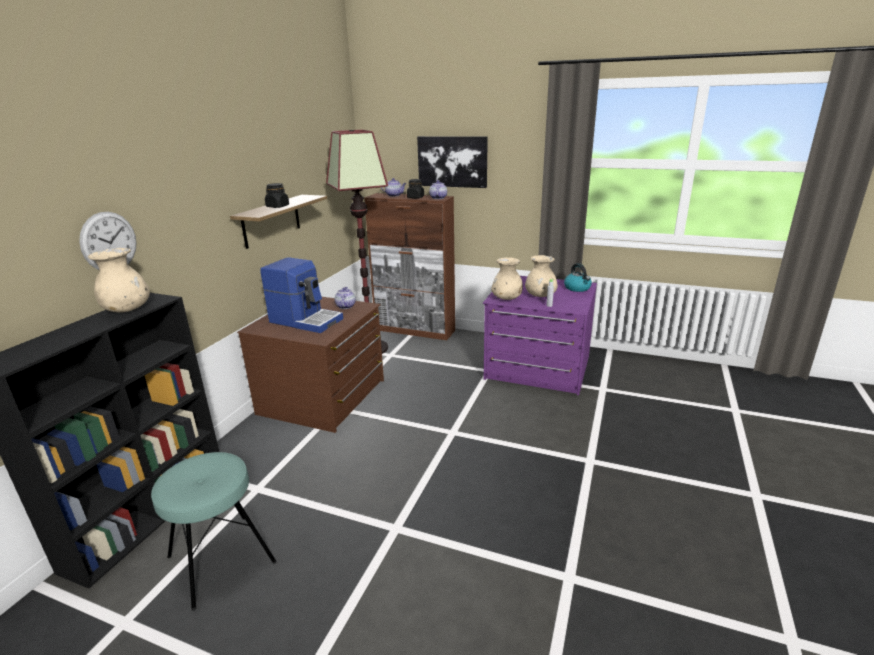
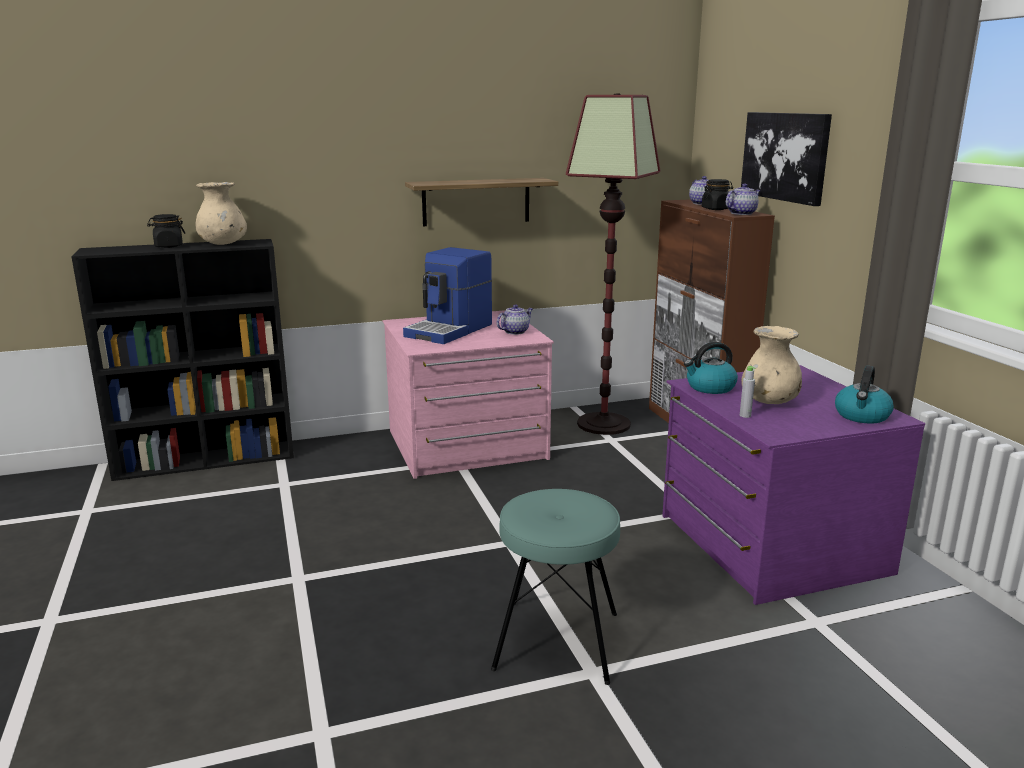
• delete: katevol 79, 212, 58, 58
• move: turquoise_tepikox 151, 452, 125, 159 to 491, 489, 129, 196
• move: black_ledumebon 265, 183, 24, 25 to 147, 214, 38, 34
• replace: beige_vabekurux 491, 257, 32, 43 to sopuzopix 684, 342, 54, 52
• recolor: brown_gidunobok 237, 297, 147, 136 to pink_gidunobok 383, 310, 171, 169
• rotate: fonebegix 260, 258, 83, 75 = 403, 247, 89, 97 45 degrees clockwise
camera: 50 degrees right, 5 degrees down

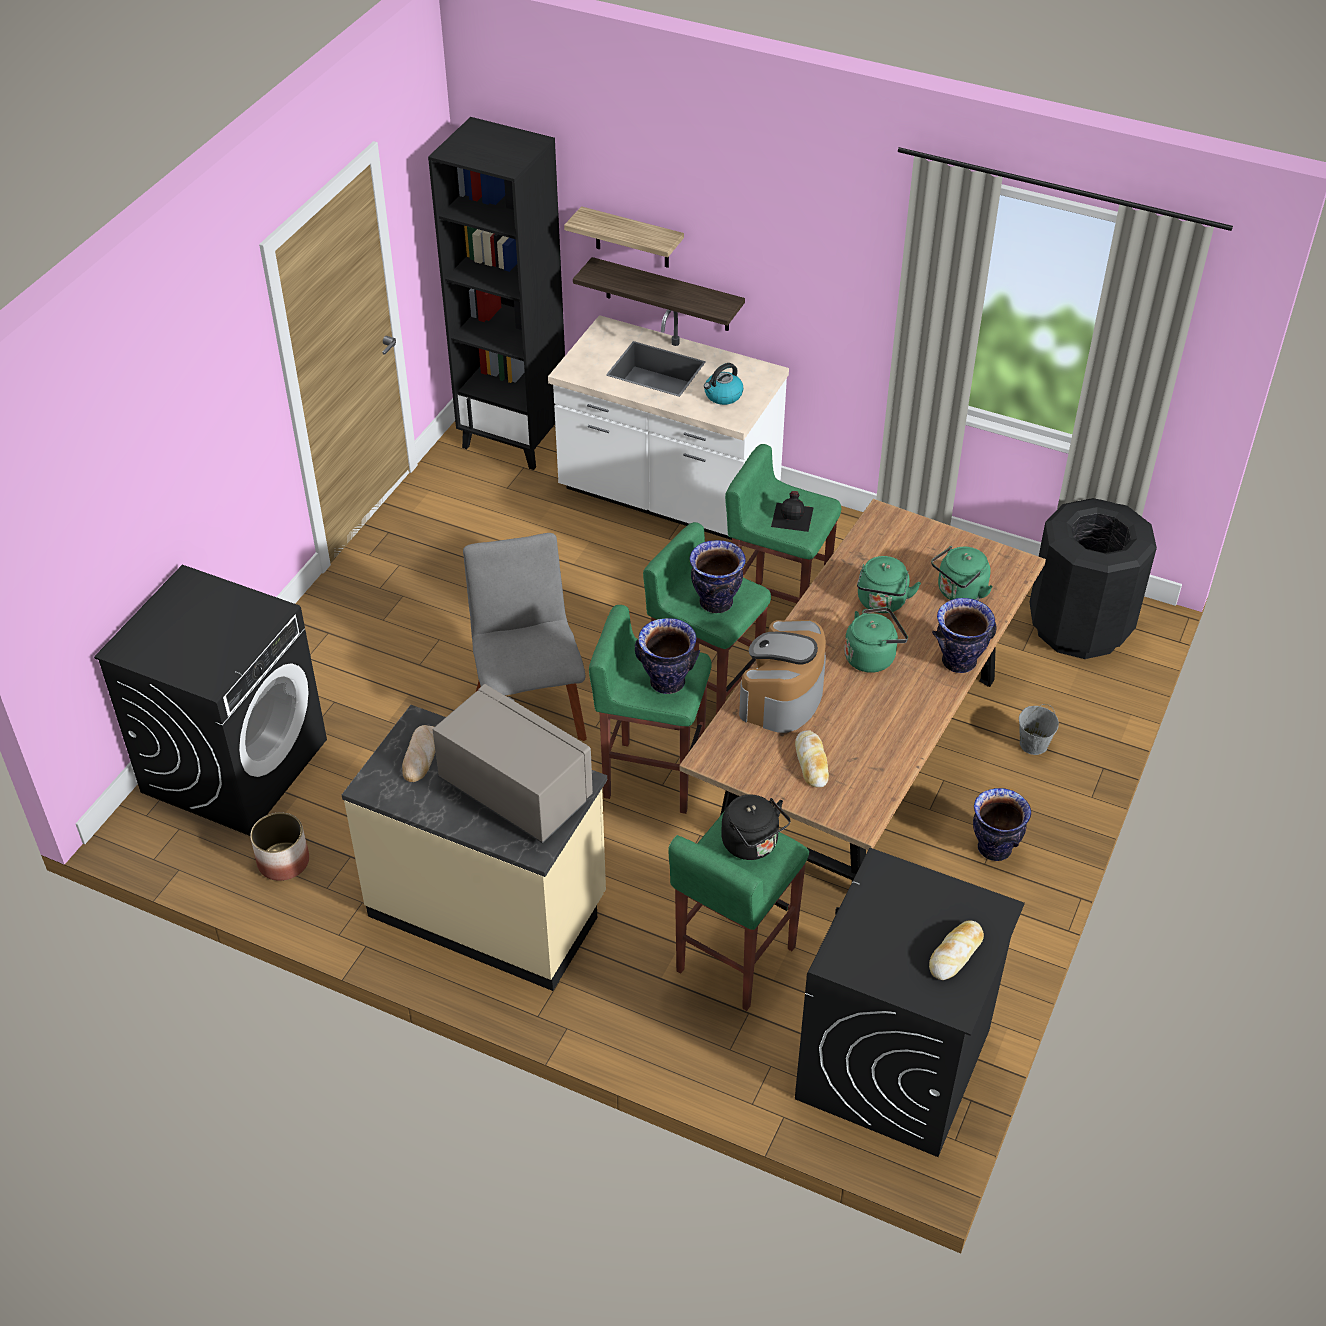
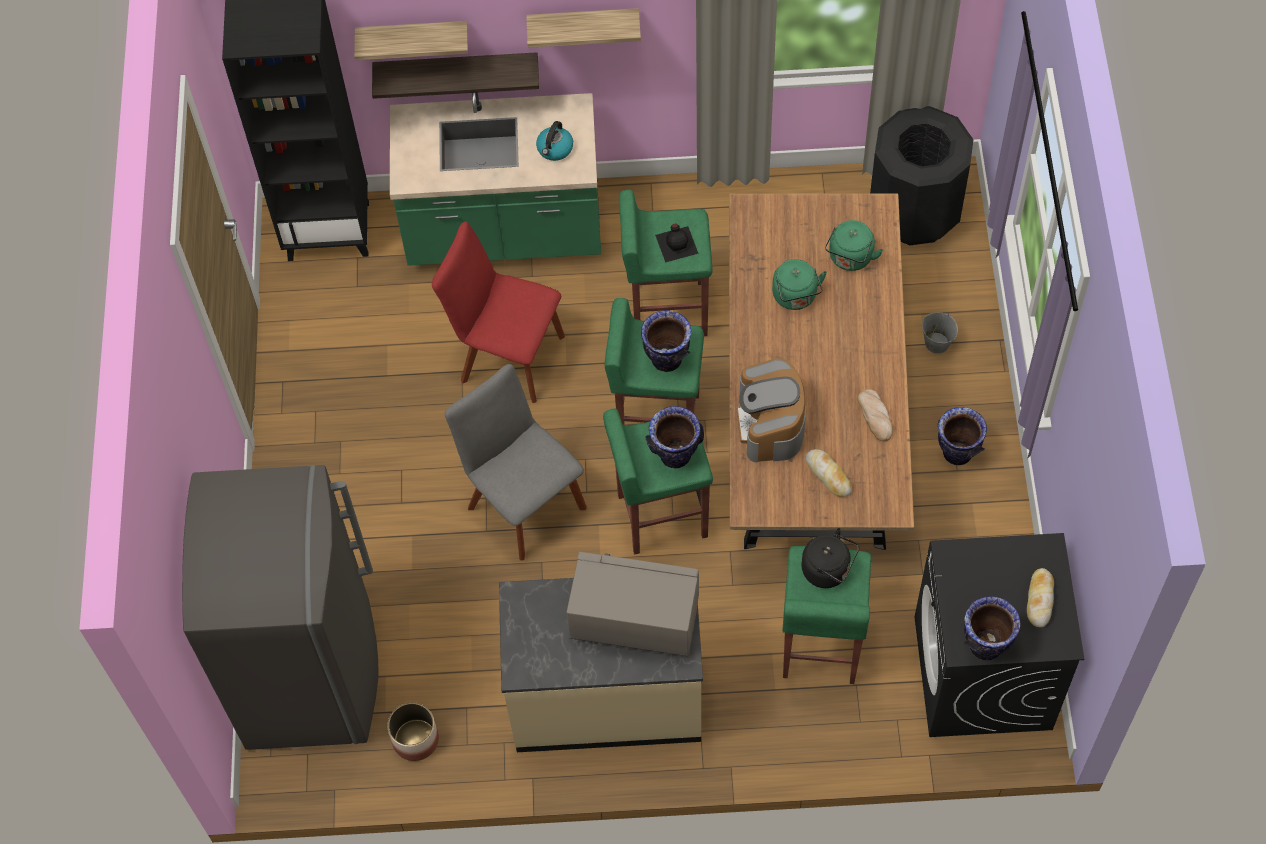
• delete: green_sopuzopix 844, 607, 64, 66
• insert: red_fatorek 432, 222, 133, 181
• insert: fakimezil 526, 8, 115, 40
• move: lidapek 402, 725, 33, 57 to 858, 389, 35, 53
• move: vabekurux 932, 598, 65, 75 to 964, 596, 56, 64
• replace: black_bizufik 94, 565, 233, 271 to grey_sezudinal 182, 465, 196, 285
• recolor: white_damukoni 548, 309, 241, 231 to green_damukoni 390, 93, 211, 173
camera: 25 degrees left, 15 degrees up

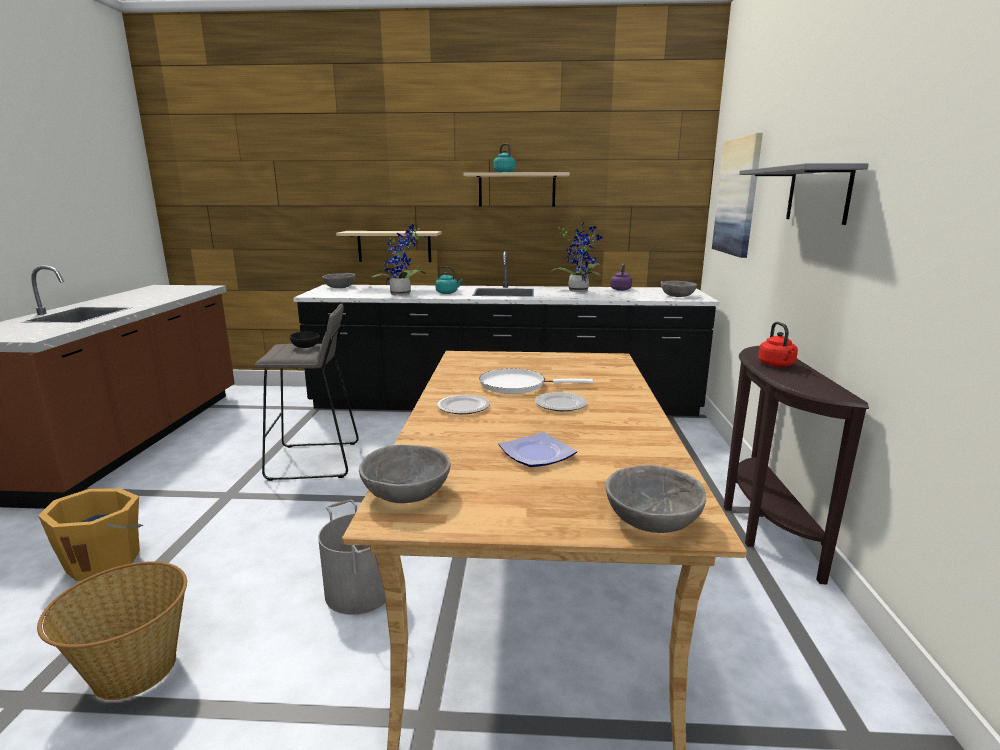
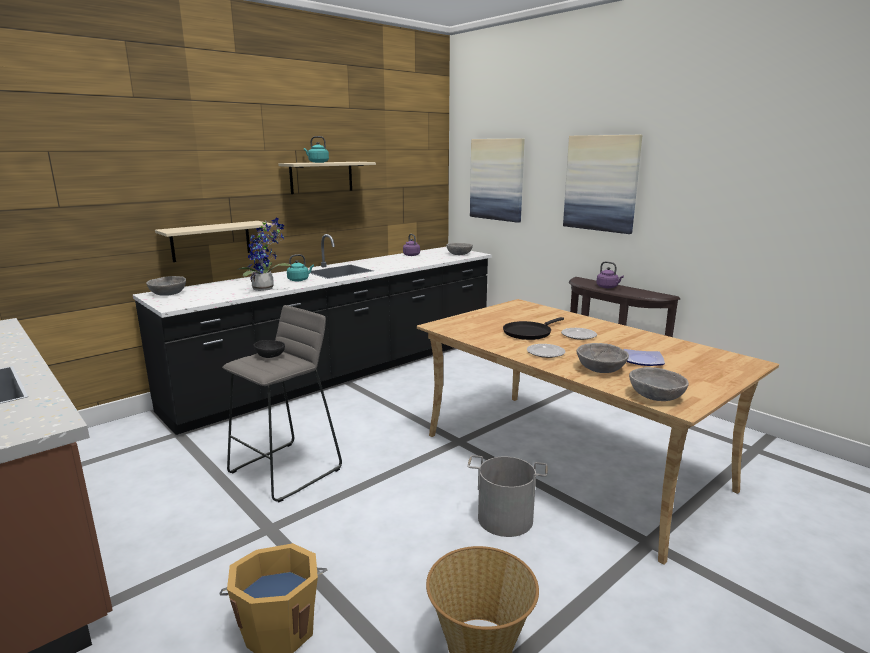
• delete: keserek 550, 222, 52, 70
• move: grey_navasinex 605, 465, 101, 68 to 577, 343, 52, 30
• replace: grey_fakimezil 739, 163, 130, 62 to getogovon 563, 135, 79, 99
• recolor: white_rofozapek 479, 368, 115, 26 to black_rofozapek 503, 317, 61, 23
• recolor: red_sopuzopix 758, 322, 40, 45 to purple_sopuzopix 596, 261, 28, 27
camera: 45 degrees left, 0 degrees up

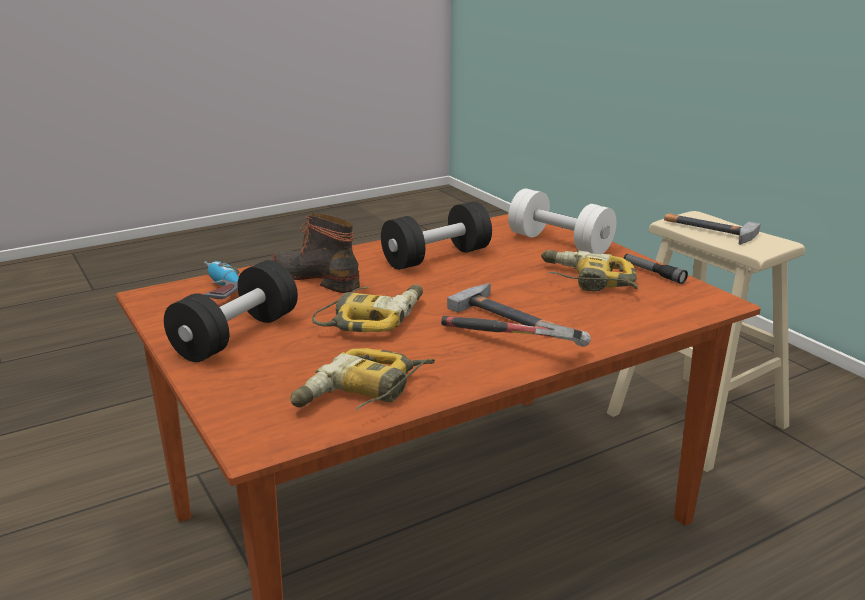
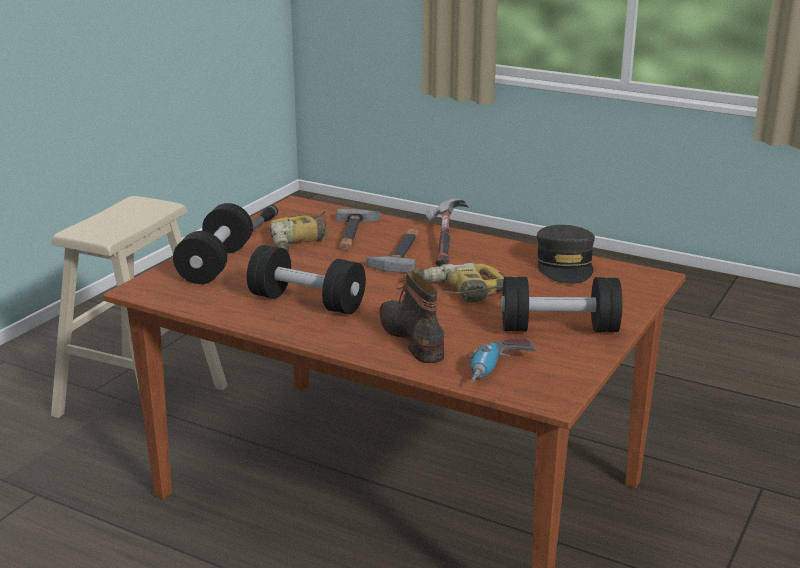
• move: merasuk 664, 213, 96, 32 to 336, 209, 45, 40
• replace: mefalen 290, 348, 145, 62 to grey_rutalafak 536, 225, 59, 59
• recolor: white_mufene 508, 189, 108, 65 to black_mufene 173, 203, 80, 81
• rotate: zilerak 272, 213, 88, 80 = 380, 271, 64, 92 150 degrees clockwise
camera: 120 degrees left, 0 degrees up

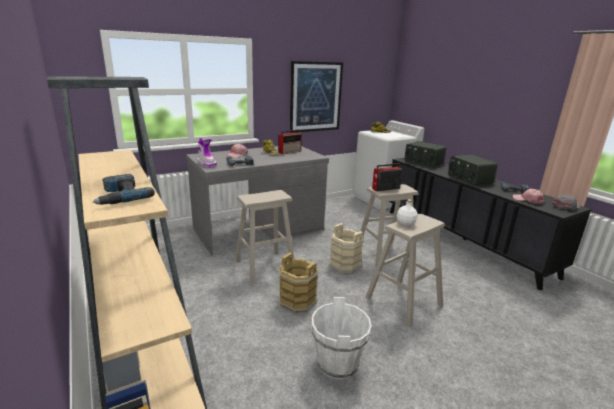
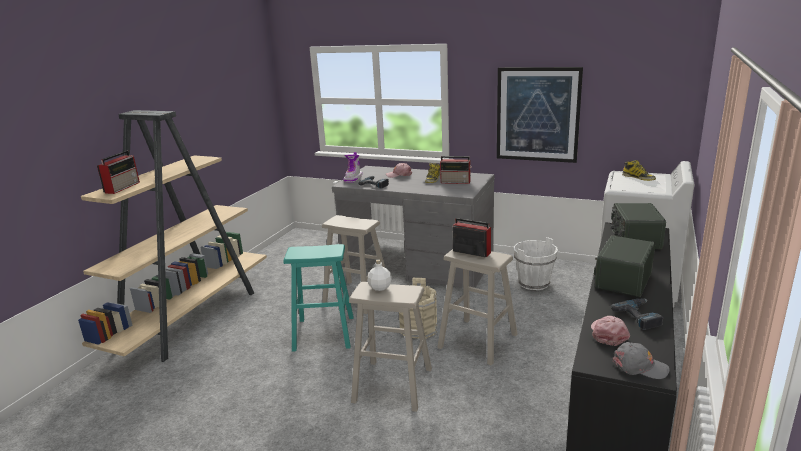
• move: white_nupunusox 312, 297, 59, 82 to 514, 237, 44, 53
• replace: mefalen 92, 174, 63, 31 to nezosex 97, 150, 43, 44
• replace: brown_nupunusox 279, 253, 40, 60 to turquoise_tepikox 284, 244, 70, 108
camera: 55 degrees right, 0 degrees up

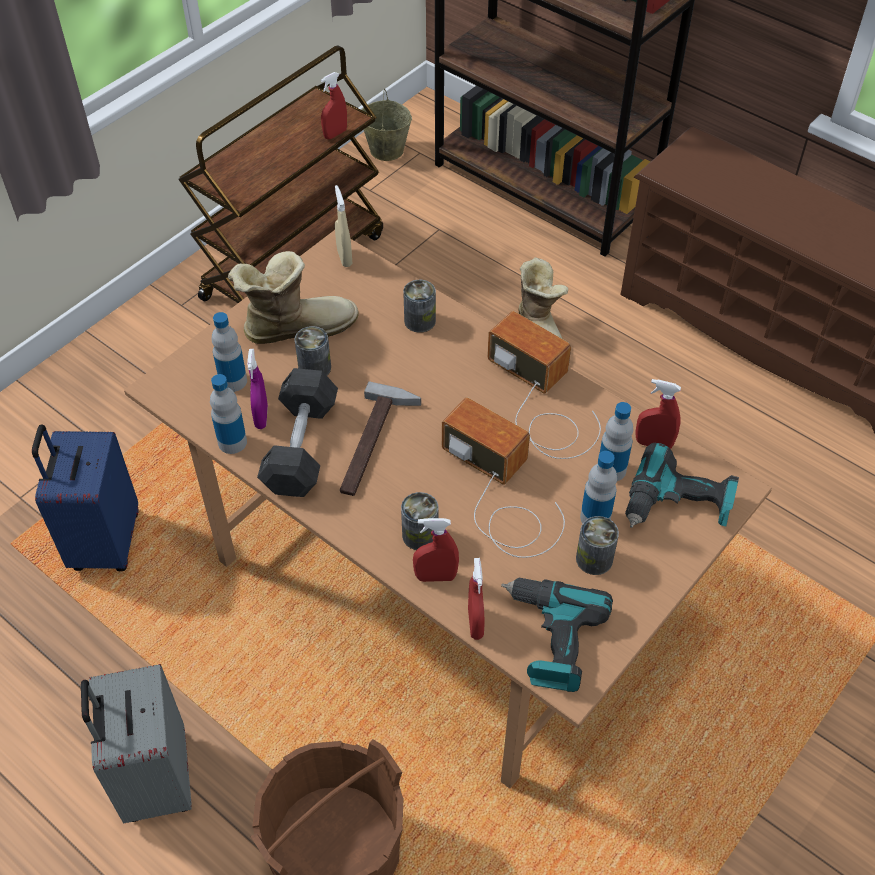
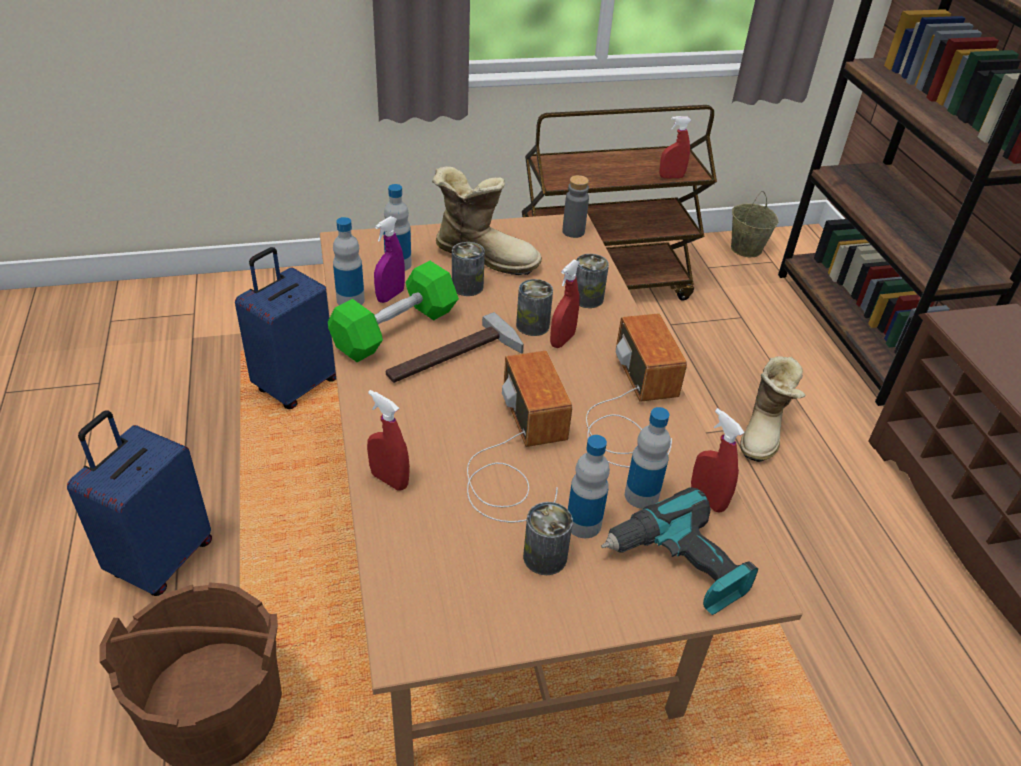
• delete: mefalen 501, 577, 112, 115
• move: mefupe 401, 492, 38, 58 to 516, 279, 37, 57
• move: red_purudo 468, 558, 17, 82 to 550, 260, 30, 88
• replace: beige_purudo 335, 185, 17, 82 to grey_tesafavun 562, 175, 27, 63
• recolor: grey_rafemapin 81, 664, 111, 159 to blue_rafemapin 67, 410, 145, 186
• recolor: grey_mufene 257, 368, 81, 129 to green_mufene 328, 261, 131, 101
camera: 35 degrees right, 10 degrees down

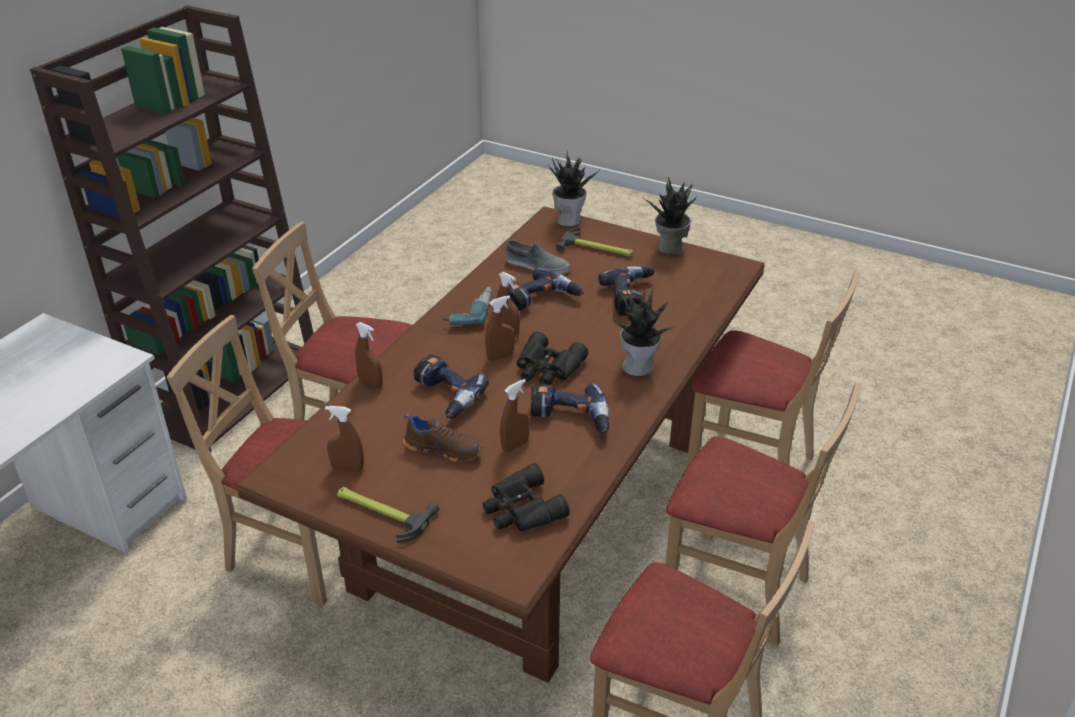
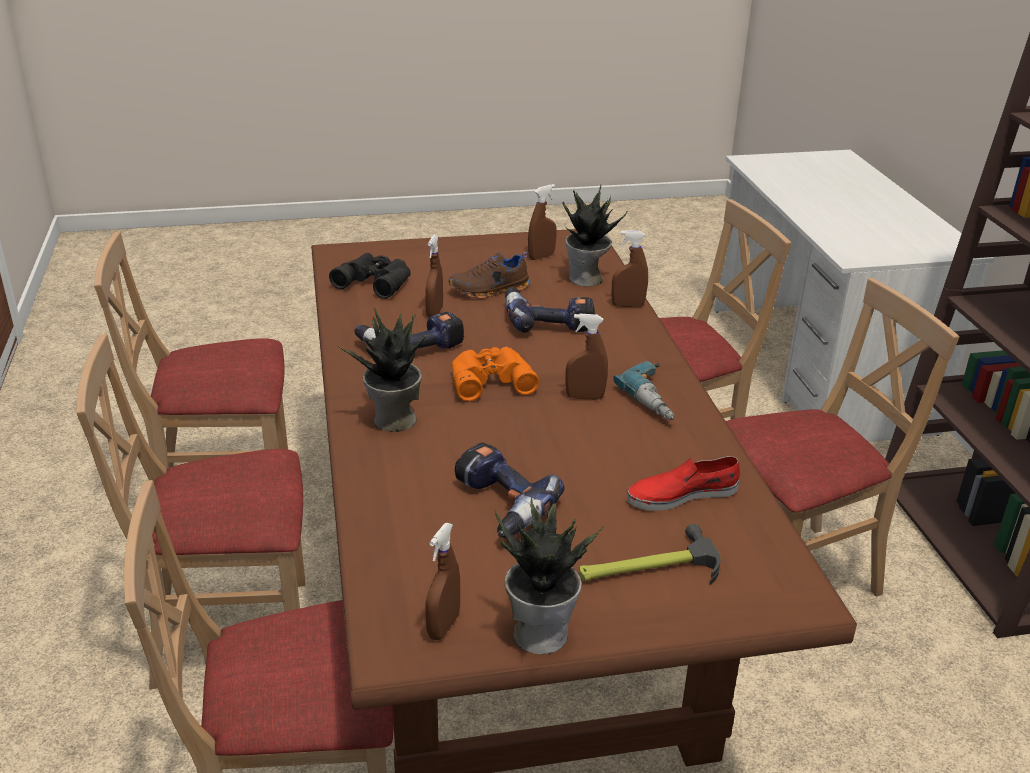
• delete: merasuk 337, 487, 102, 56
• delete: mefalen 509, 267, 74, 44
• move: brown_purudo 485, 296, 30, 65 to 425, 523, 35, 117
• move: keserek 549, 151, 50, 76 to 562, 185, 66, 102
• recolor: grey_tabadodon 506, 240, 64, 34 to red_tabadodon 627, 456, 113, 55
• recolor: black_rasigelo 516, 332, 72, 53 to orange_rasigelo 451, 347, 88, 55
camera: 140 degrees right, 5 degrees down

